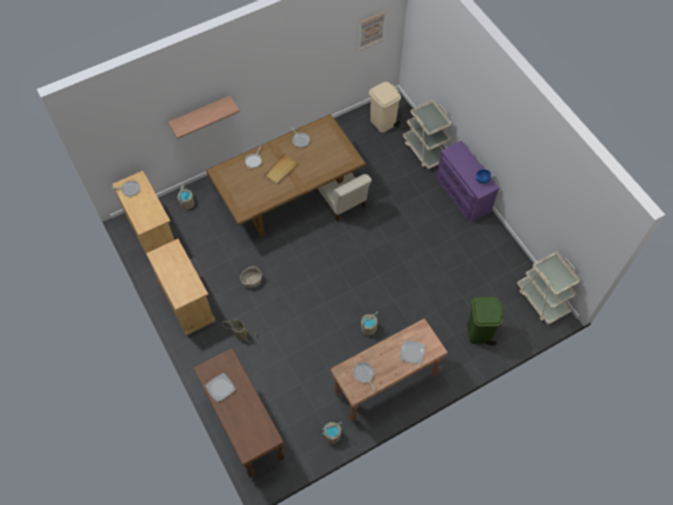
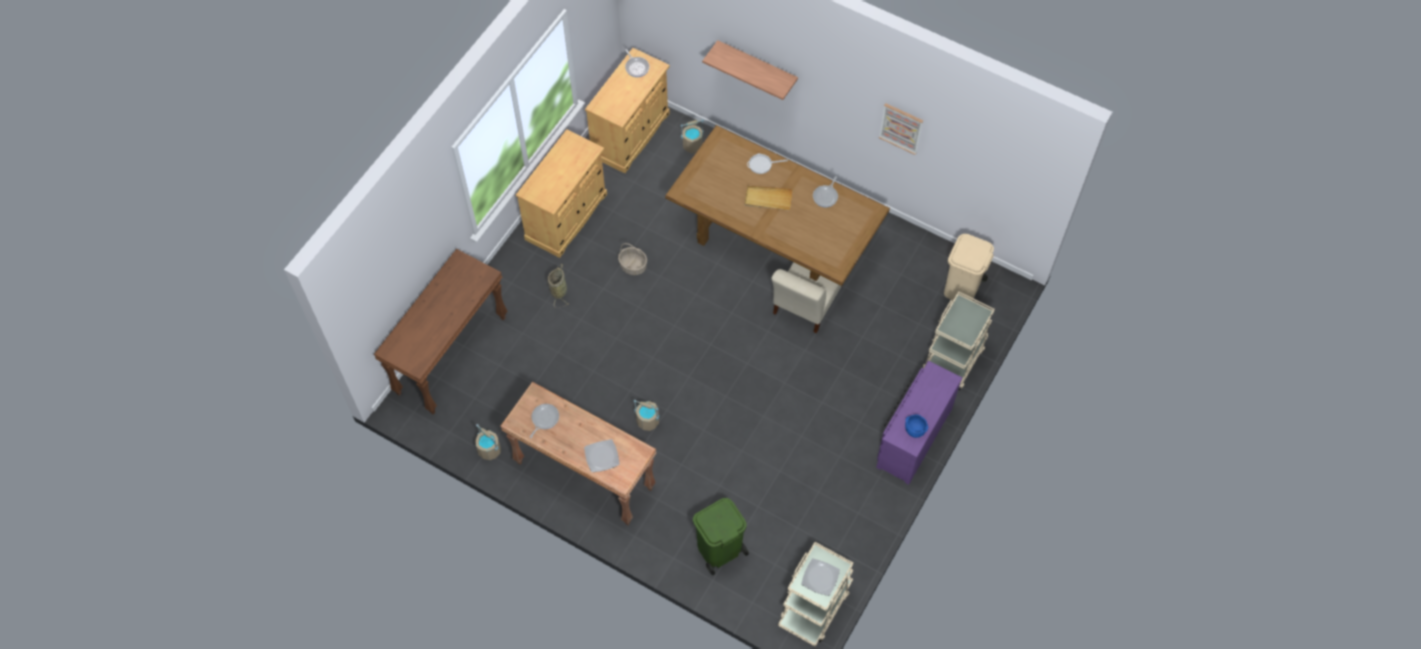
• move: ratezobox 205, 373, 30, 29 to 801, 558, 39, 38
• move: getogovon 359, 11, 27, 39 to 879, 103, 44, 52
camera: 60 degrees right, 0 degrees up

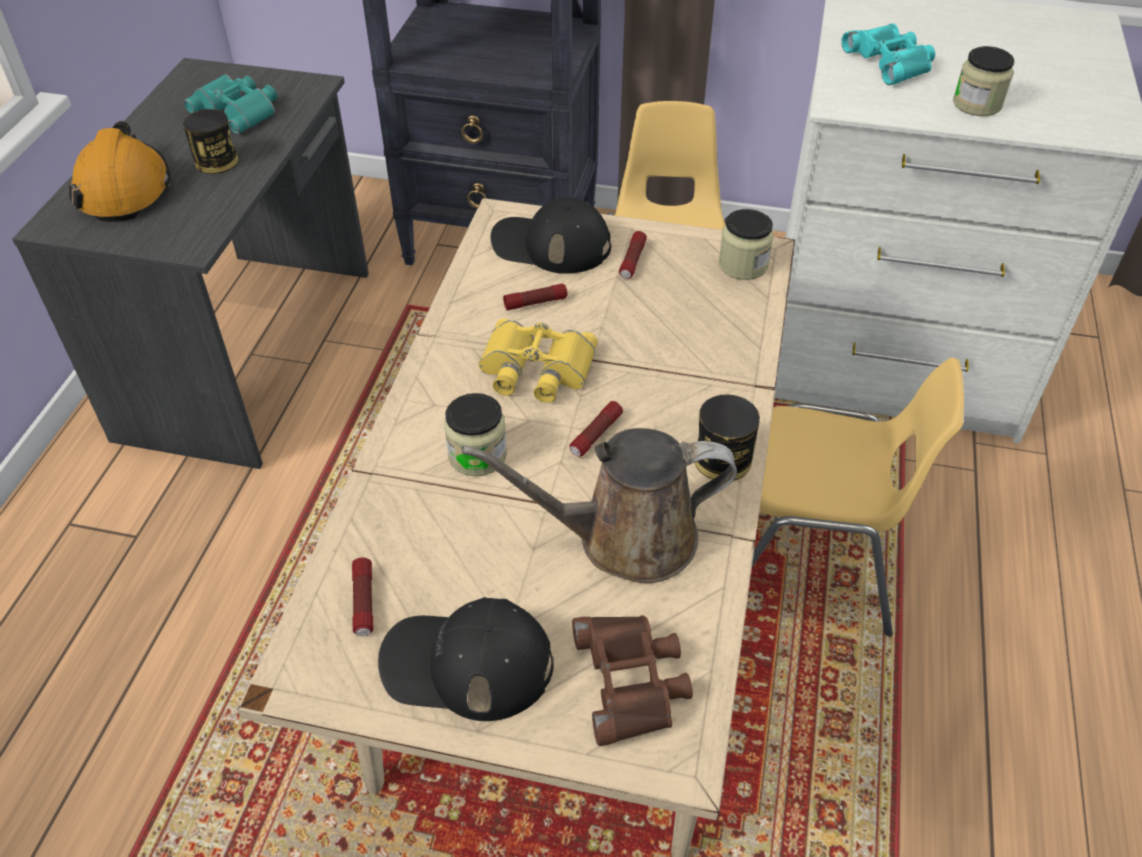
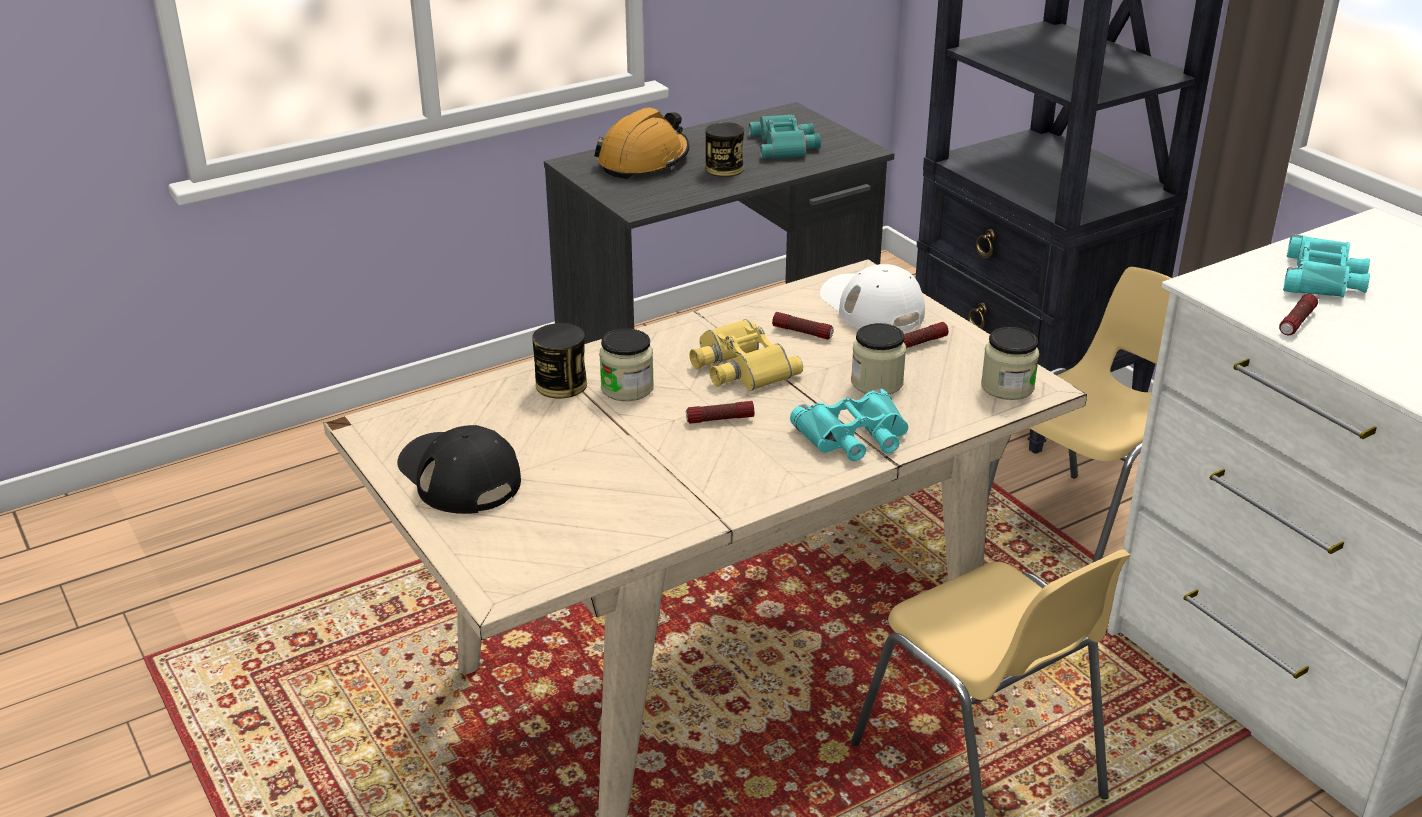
• delete: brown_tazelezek 462, 428, 275, 155
• delete: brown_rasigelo 572, 615, 121, 131
• insert: turquoise_rasigelo 790, 388, 118, 73
• move: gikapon 352, 558, 21, 78 to 1279, 294, 39, 41
• move: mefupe 695, 395, 65, 86 to 532, 323, 55, 75
• move: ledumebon 953, 46, 61, 70 to 851, 323, 55, 71
• recolor: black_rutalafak 491, 197, 120, 77 to white_rutalafak 820, 264, 105, 68
camera: 45 degrees right, 15 degrees down

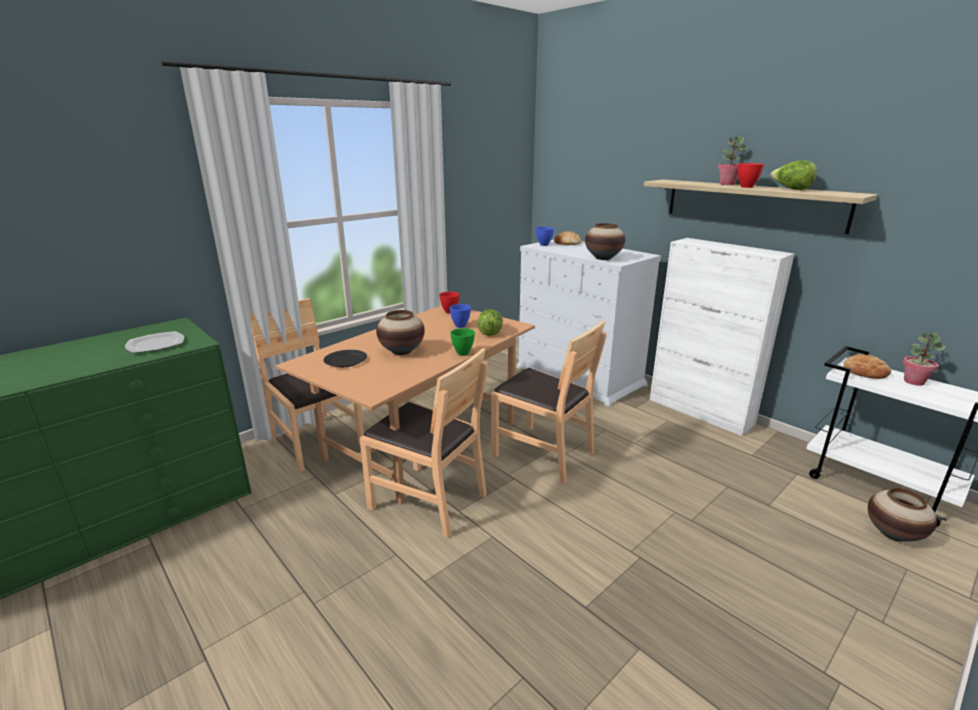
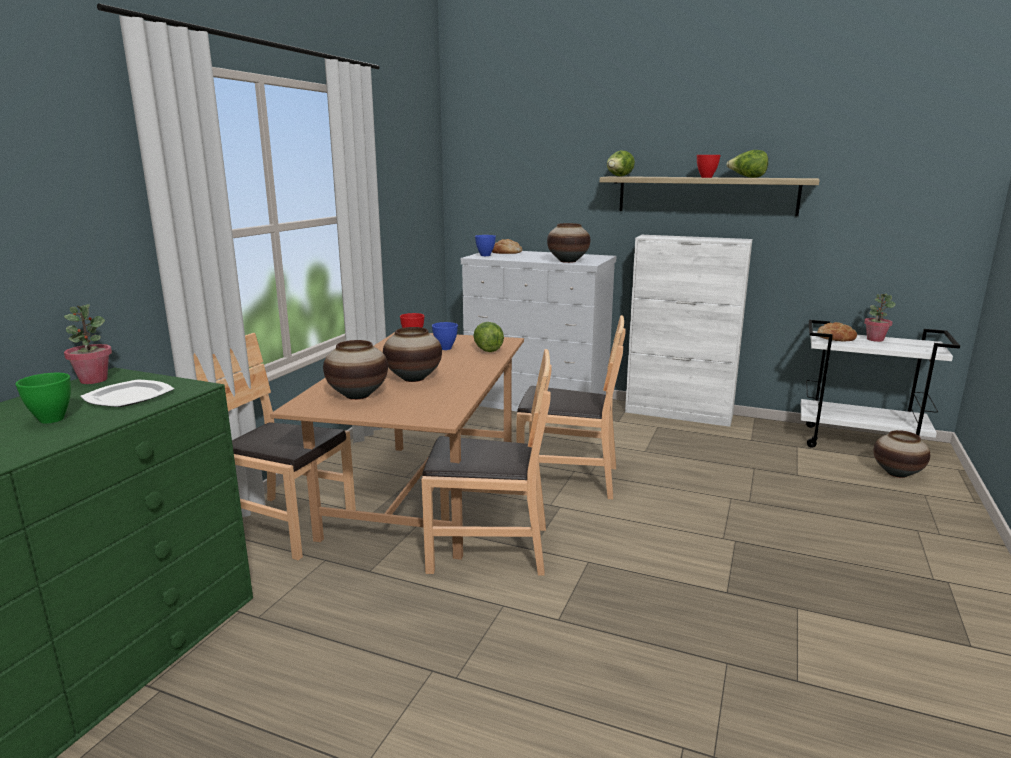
• insert: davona 607, 150, 28, 27
• move: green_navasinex 450, 328, 25, 28 to 15, 373, 56, 50
• move: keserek 718, 137, 29, 48 to 64, 304, 48, 80
• replace: black_ratezobox 323, 350, 44, 17 to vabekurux 323, 340, 65, 60
camera: 25 degrees left, 5 degrees down

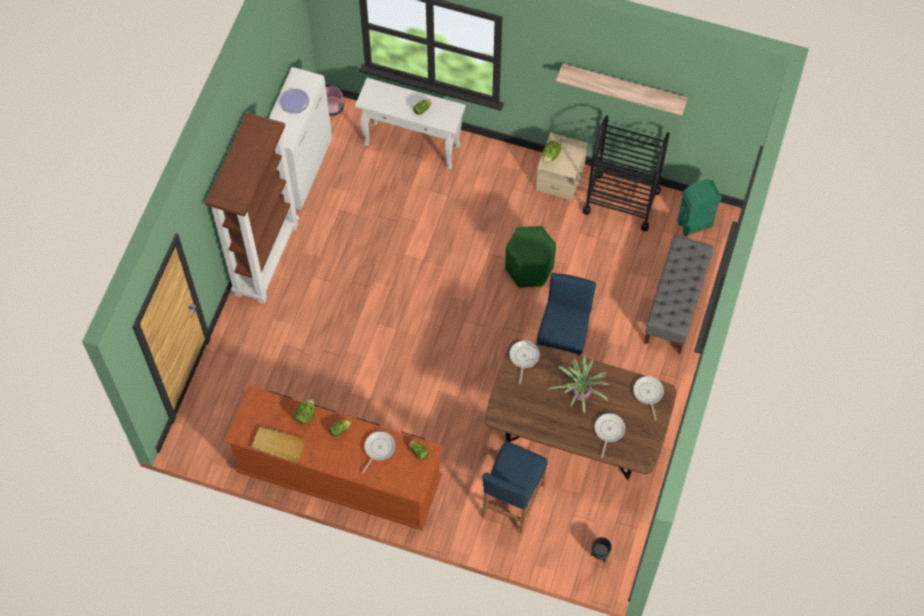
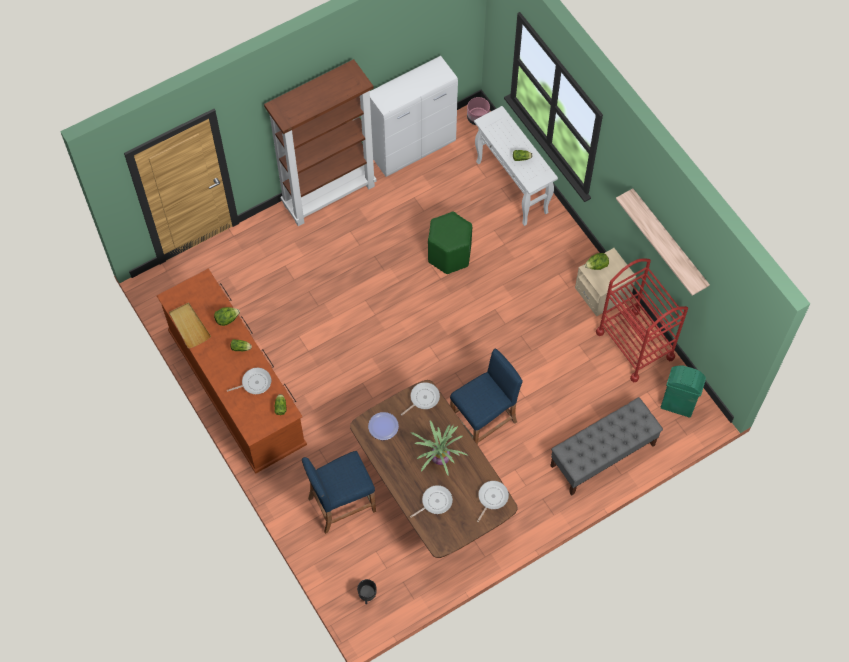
• move: ratezobox 279, 89, 30, 25 to 368, 412, 31, 28
• move: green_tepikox 505, 226, 51, 62 to 428, 212, 44, 62
• recolor: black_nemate 583, 115, 87, 116 to red_nemate 596, 259, 92, 123
camera: 40 degrees right, 0 degrees up

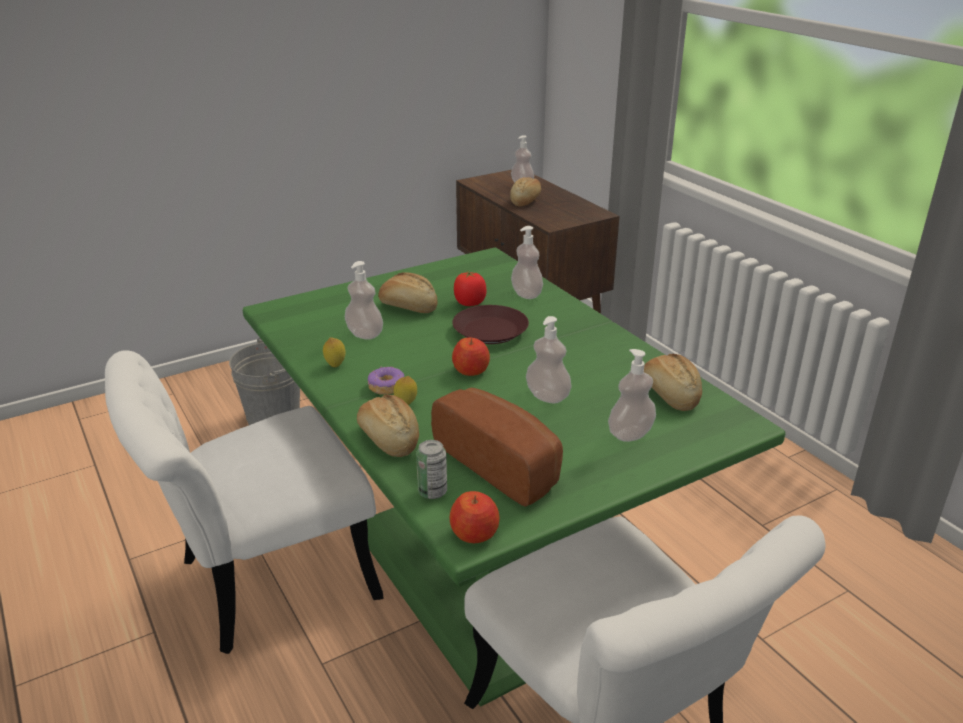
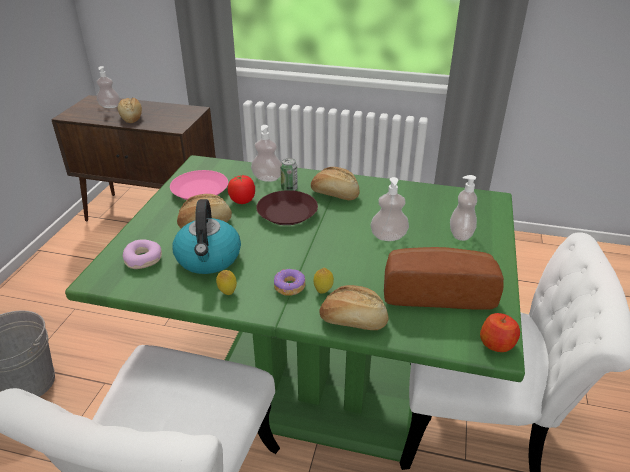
• delete: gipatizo 452, 337, 38, 39
• insert: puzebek 122, 239, 40, 30
• insert: pink_ratezobox 170, 170, 58, 30
• move: mefupe 416, 440, 31, 59 to 280, 158, 18, 33
• move: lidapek 644, 354, 58, 57 to 311, 167, 49, 33
• replace: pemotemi 345, 261, 38, 78 to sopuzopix 172, 199, 69, 75
camera: 45 degrees left, 5 degrees up

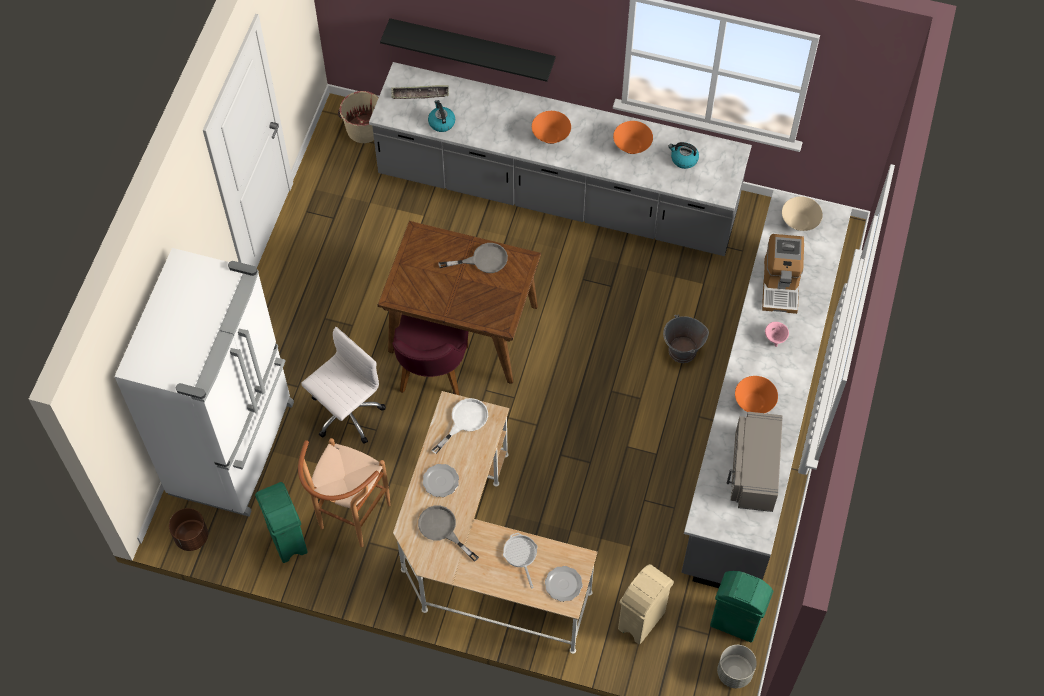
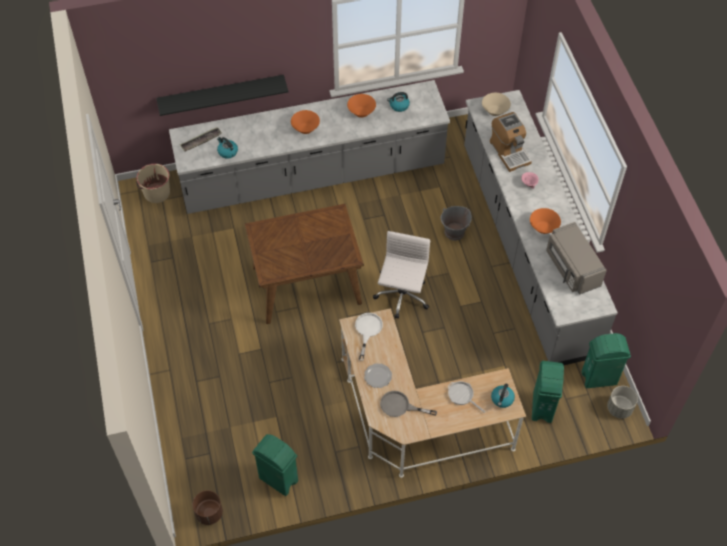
• delete: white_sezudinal 114, 248, 180, 269
• delete: brown_tepikox 298, 438, 92, 109
• delete: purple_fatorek 392, 315, 77, 80
• delete: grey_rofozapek 439, 243, 69, 30
• move: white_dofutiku 301, 327, 85, 117 to 373, 231, 57, 87
• replace: ratezobox 545, 566, 38, 36 to sopuzopix 491, 383, 24, 25
• recolor: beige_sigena 618, 564, 56, 80 to green_sigena 532, 361, 32, 62
camera: 30 degrees left, 5 degrees down

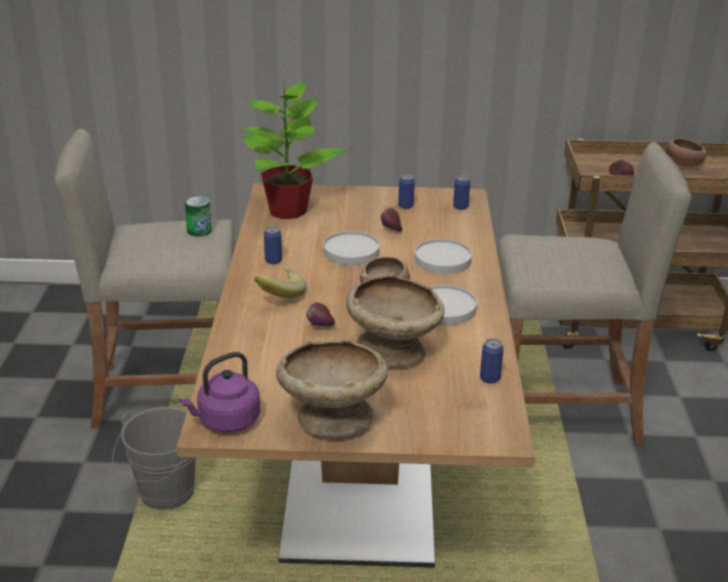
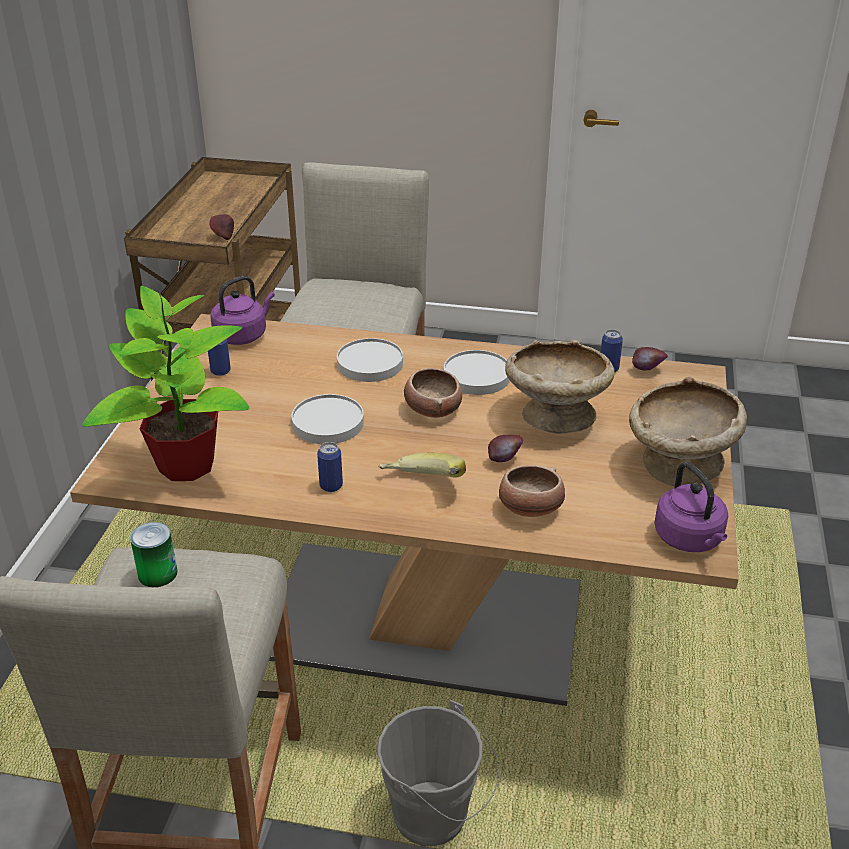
• move: gipatizo 381, 208, 21, 23 to 632, 347, 36, 23
• move: navasinex 666, 138, 41, 29 to 499, 465, 66, 52
• replace: mefupe 453, 175, 17, 35 to purple_sopuzopix 210, 276, 65, 69
camera: 80 degrees left, 5 degrees up

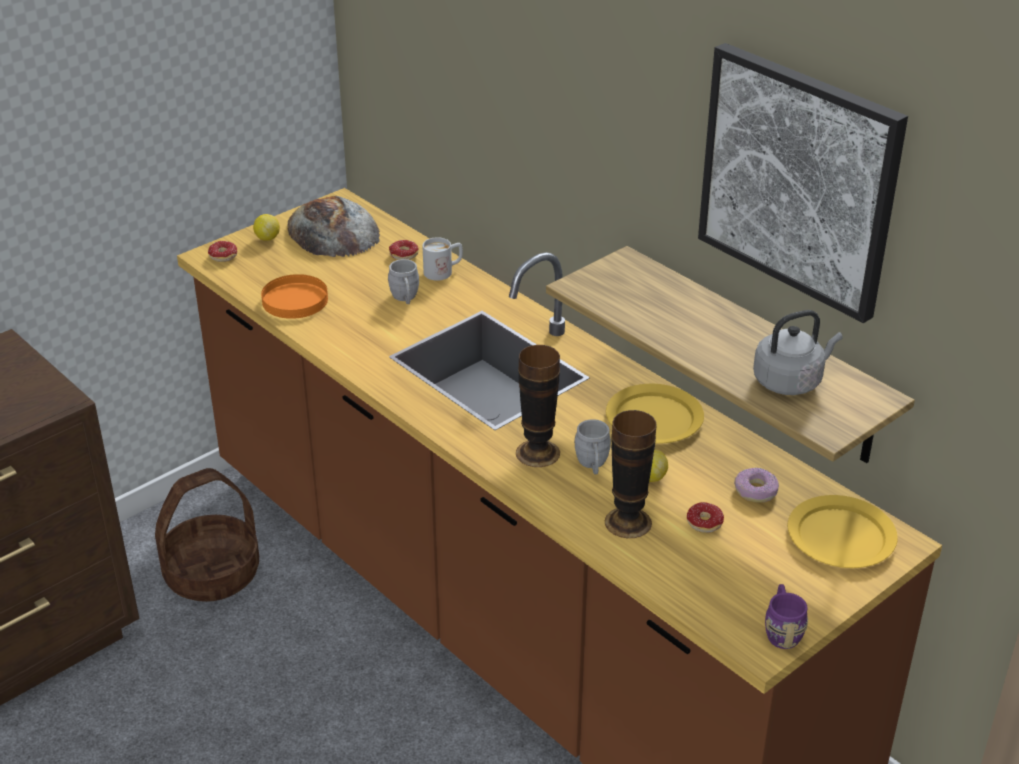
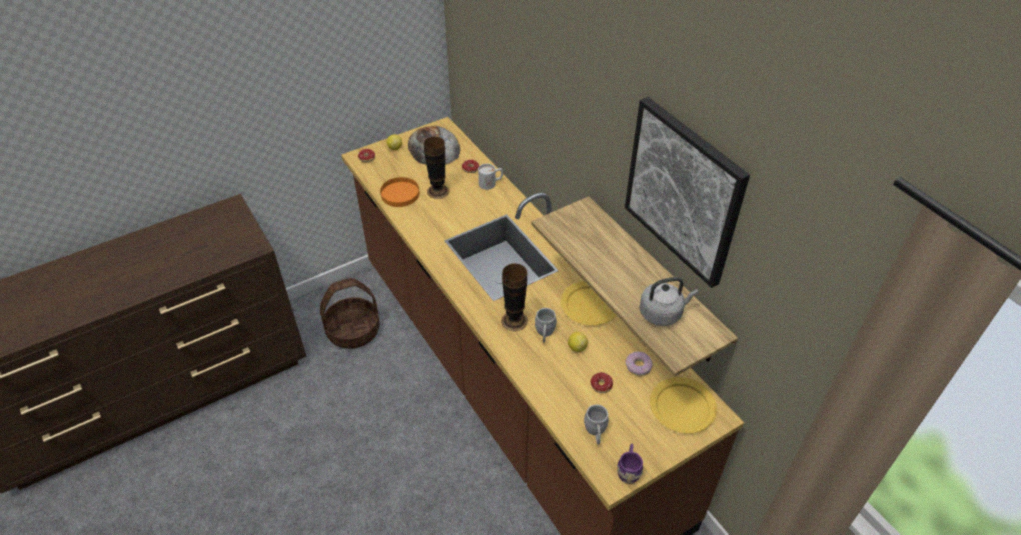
• move: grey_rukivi 388, 259, 31, 45 to 584, 404, 25, 40
• move: vabekurux 604, 410, 53, 128 to 423, 137, 27, 62
camera: 10 degrees right, 10 degrees up

